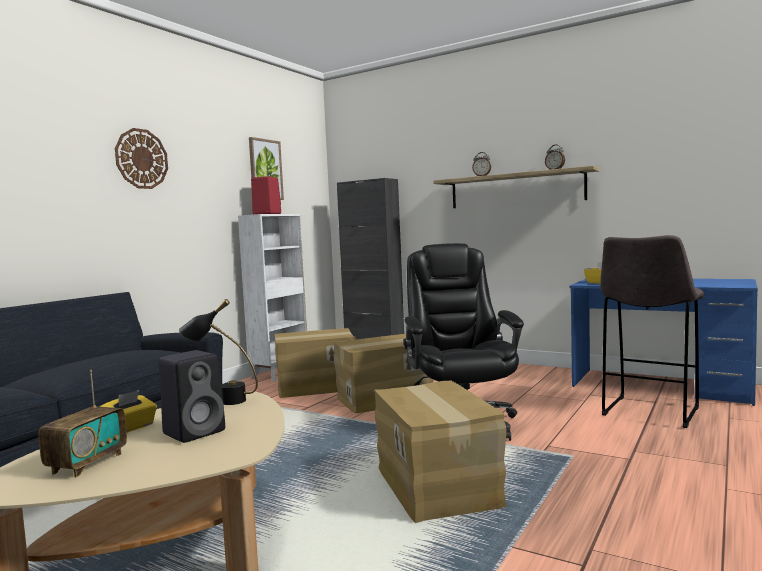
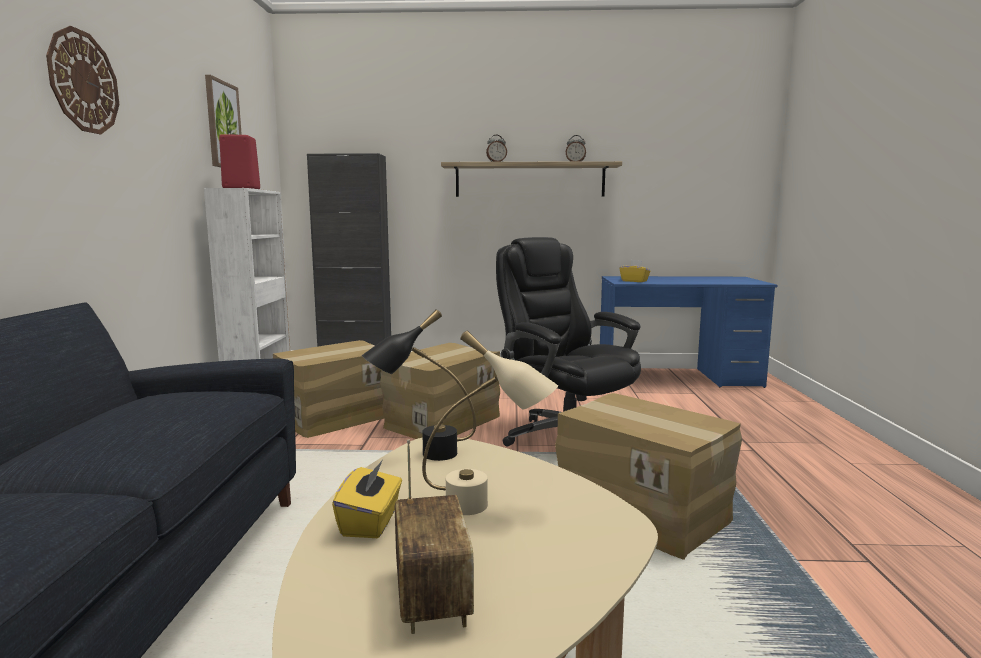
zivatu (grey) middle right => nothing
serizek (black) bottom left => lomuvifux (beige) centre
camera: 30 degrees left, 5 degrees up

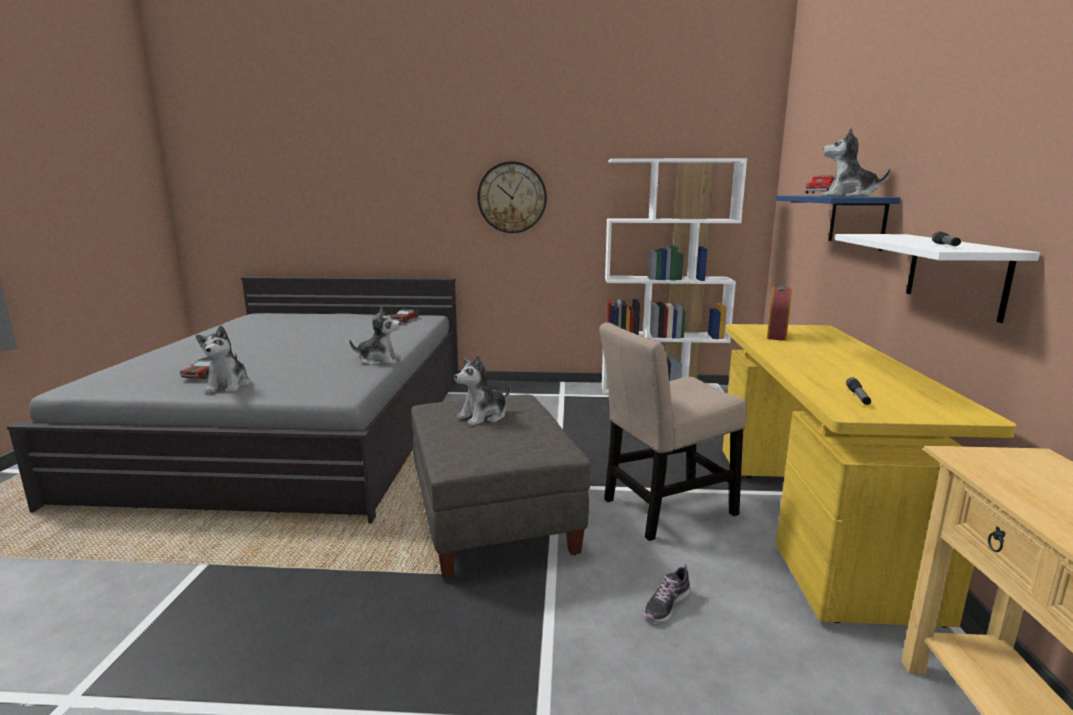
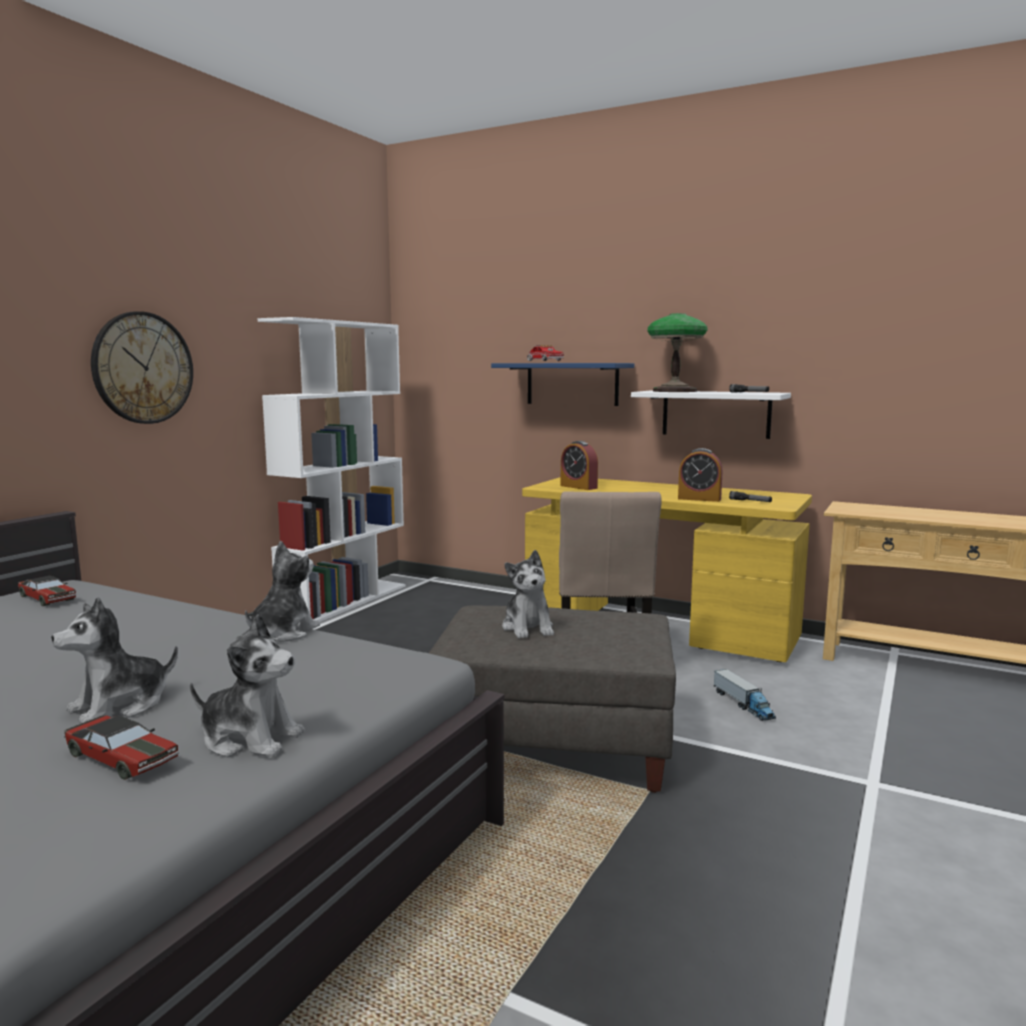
nothing => lomuvifux centre
nothing => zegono (no. 2 from left) middle right
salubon (no. 4 from left in the first image) top right => salubon (no. 1 from left) middle left, relocated
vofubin bottom centre => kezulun (no. 2 from left) bottom right
camera: 65 degrees left, 5 degrees down

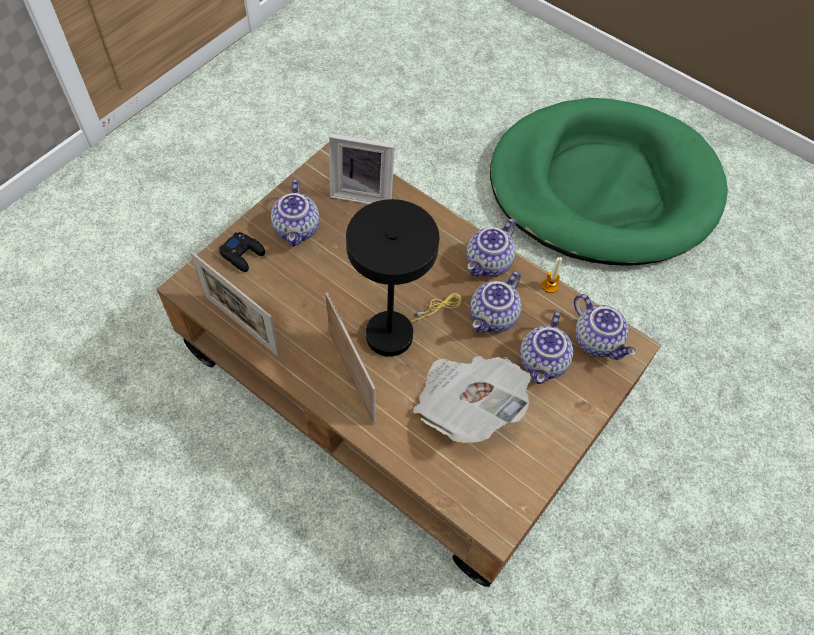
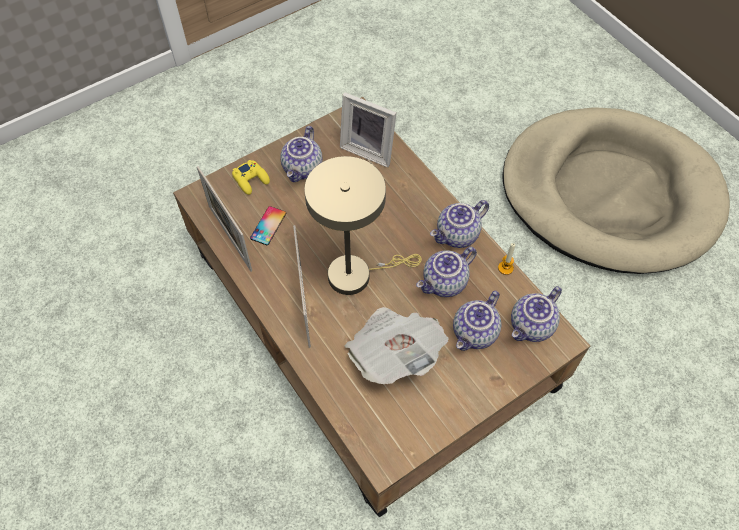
nothing => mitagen centre
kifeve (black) middle left => kifeve (yellow) centre
lomuvifux (black) centre => lomuvifux (beige) centre
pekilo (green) top right => pekilo (beige) middle right
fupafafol (no. 5 from left) middle right, 60 degrees clockwise
camera: 20 degrees right, 0 degrees up

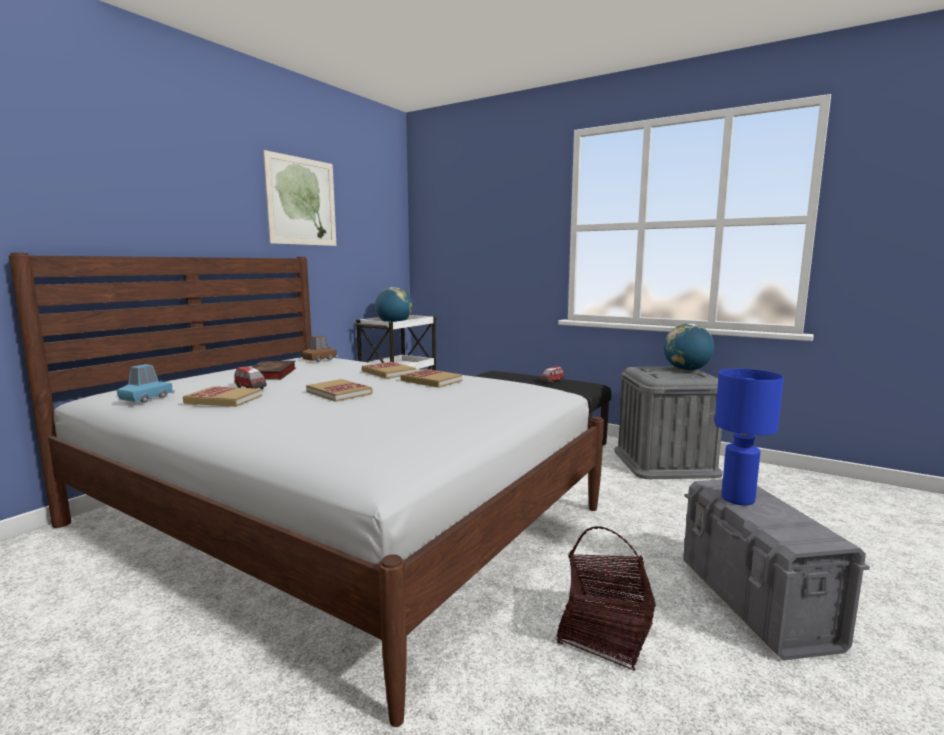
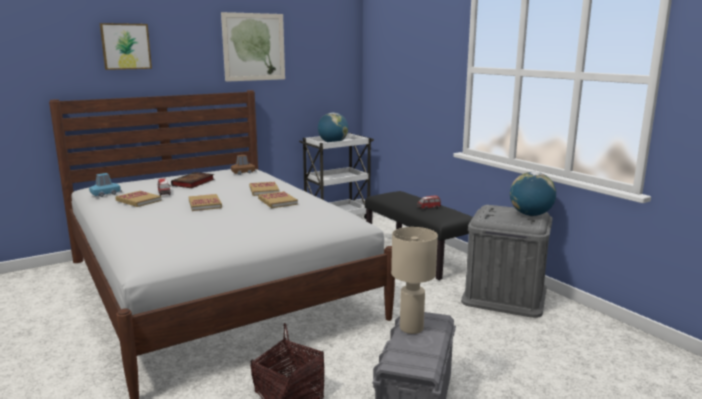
nothing => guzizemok (no. 1 from left) top left
lomuvifux (blue) middle right => lomuvifux (beige) bottom centre
camera: 25 degrees right, 5 degrees up

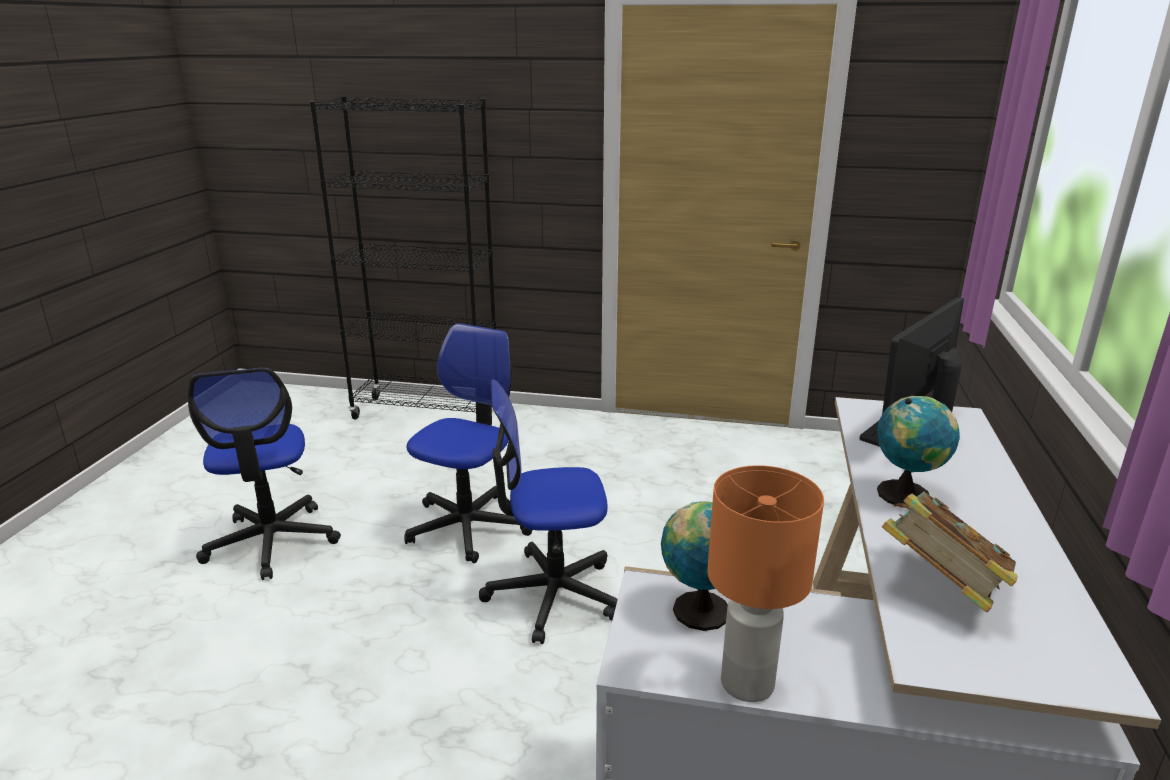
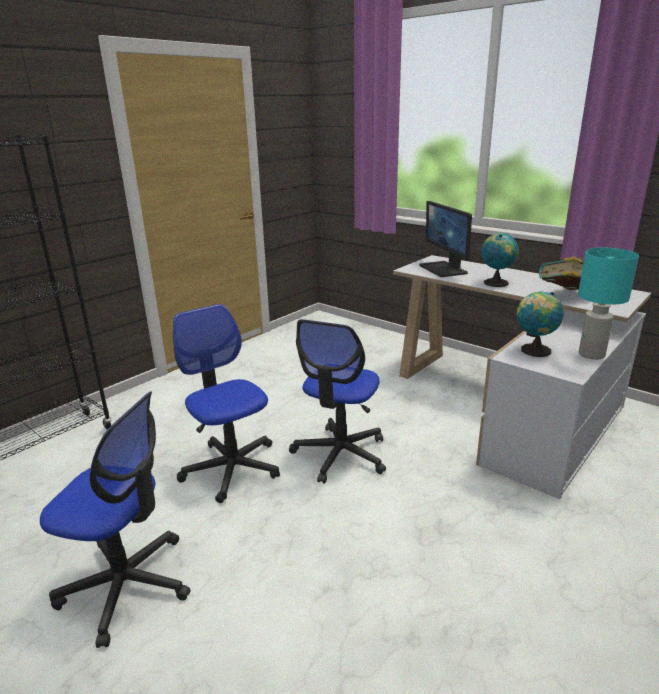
lomuvifux (orange) bottom centre => lomuvifux (turquoise) middle right
camera: 60 degrees left, 0 degrees up

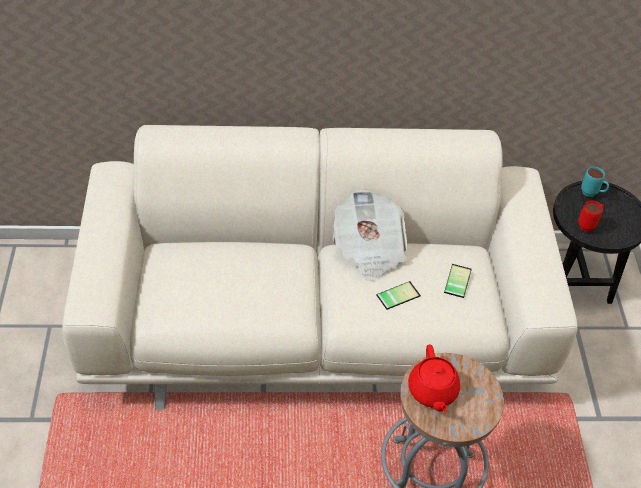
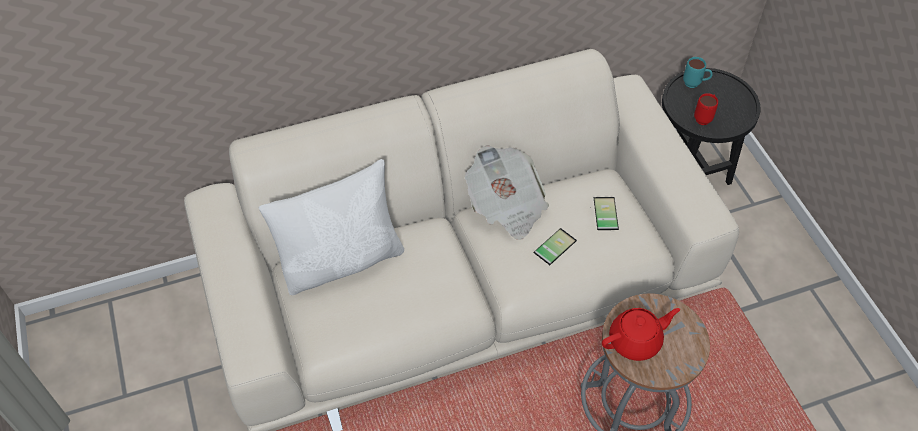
nothing => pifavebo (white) centre
fupafafol (red) bottom right, 90 degrees counterclockwise
camera: 15 degrees left, 5 degrees up

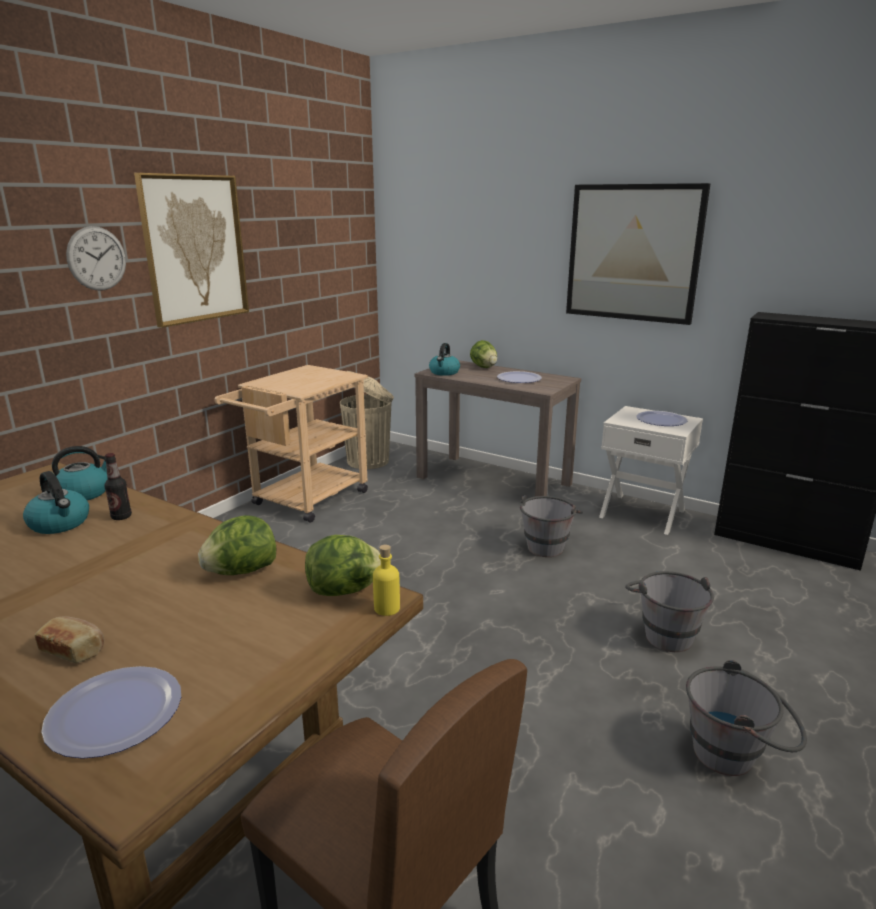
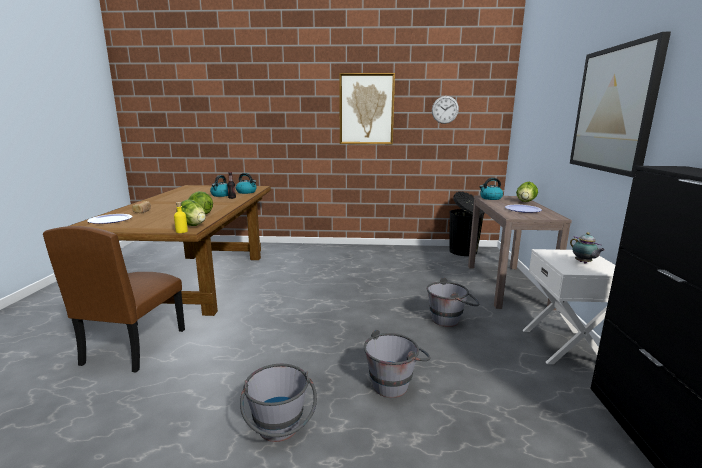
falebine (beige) middle left => nothing
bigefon top left => bigefon top centre, relocated
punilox (no. 3 from left) middle right => fupafafol middle right
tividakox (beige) centre => tividakox (black) centre
camera: 60 degrees right, 5 degrees down

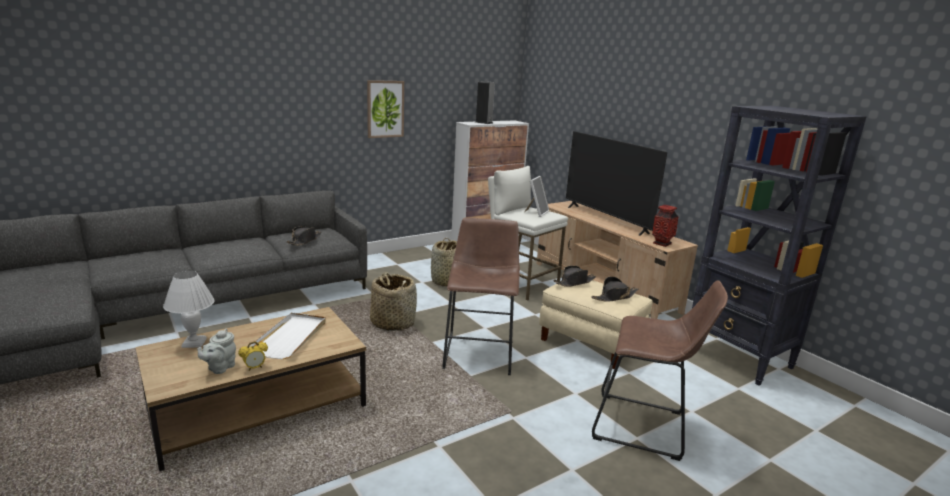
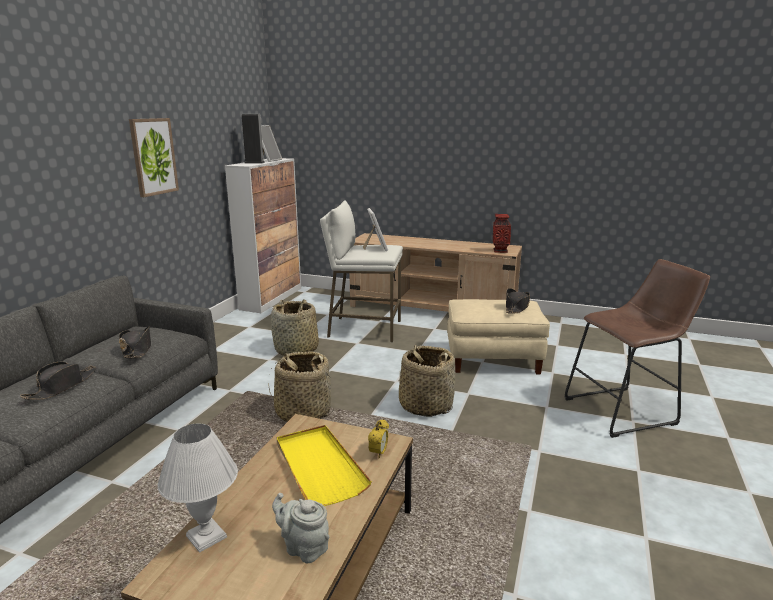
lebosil centre => nothing
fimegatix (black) middle right => nothing
nothing => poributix (no. 1 from left) top centre
zegono bottom left => zegono bottom centre, relocated
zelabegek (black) (no. 2 from left in the first image) centre => zelabegek (black) (no. 1 from left) middle left, relocated
zivatu (brown) (no. 1 from left) centre => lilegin (no. 3 from left) centre
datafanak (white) bottom left => datafanak (yellow) bottom centre
fupafafol (grey) bottom left => fupafafol (grey) bottom centre, 135 degrees clockwise
camera: 35 degrees left, 0 degrees up

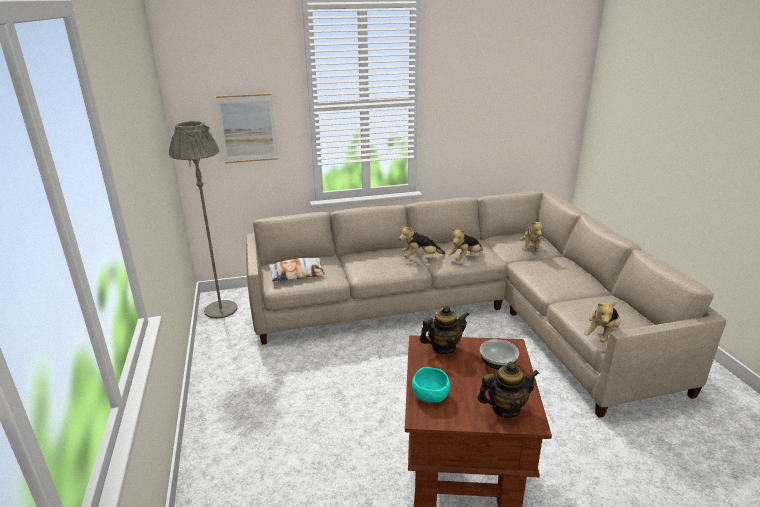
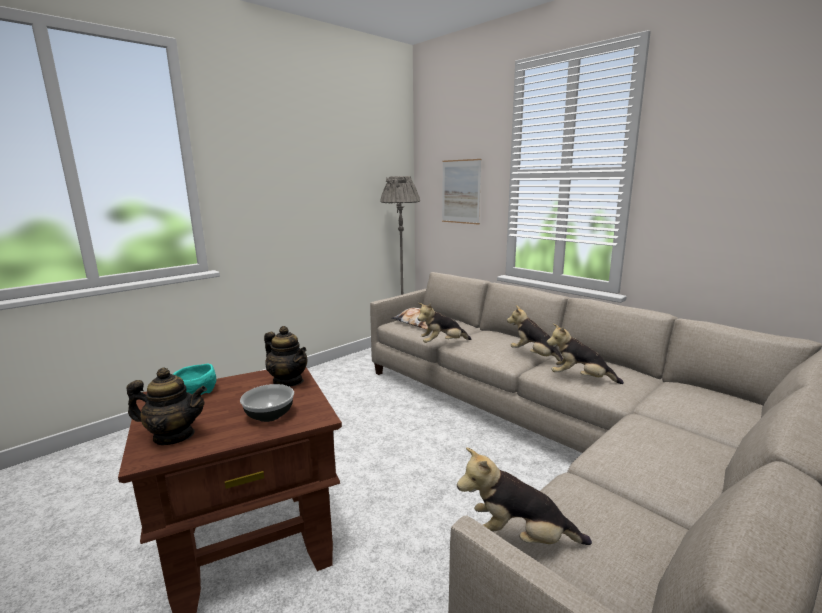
salubon (no. 3 from left in the first image) middle right => salubon (no. 1 from left) centre, relocated
fupafafol (no. 2 from left in the first image) bottom right => fupafafol (no. 1 from left) middle left, 45 degrees counterclockwise
camera: 60 degrees right, 10 degrees down

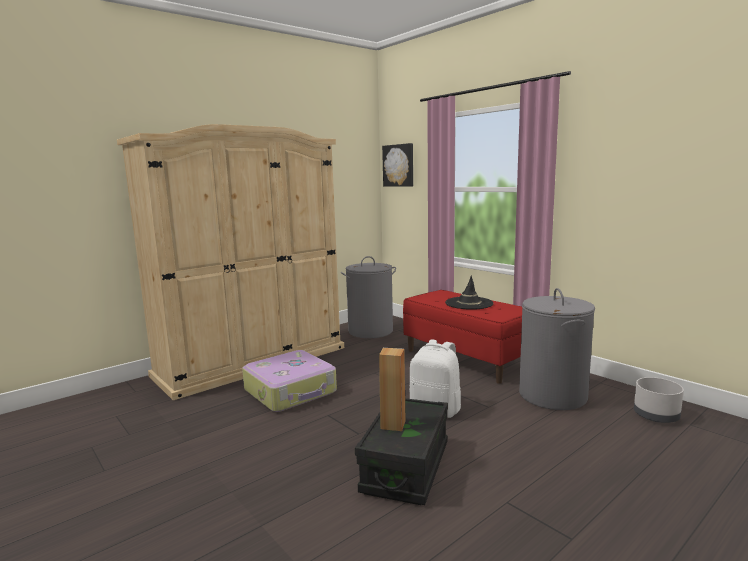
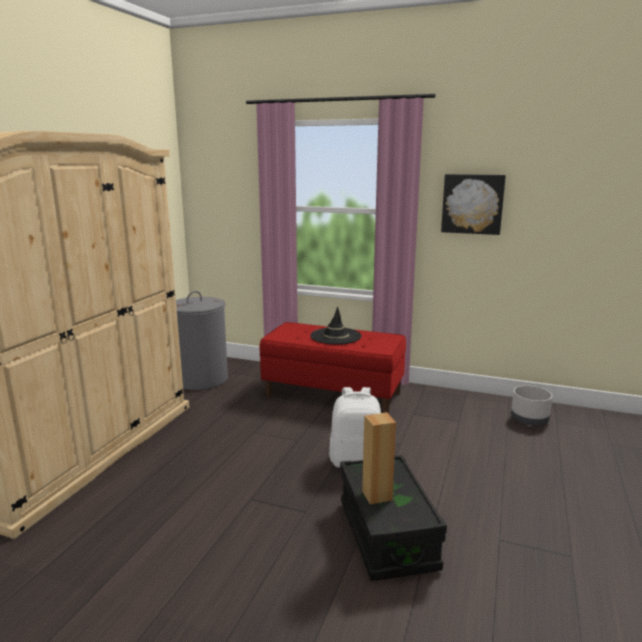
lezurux bottom centre => nothing
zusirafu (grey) (no. 2 from left) middle right => nothing
guzizemok top centre => guzizemok top right, relocated
camera: 30 degrees left, 5 degrees up

